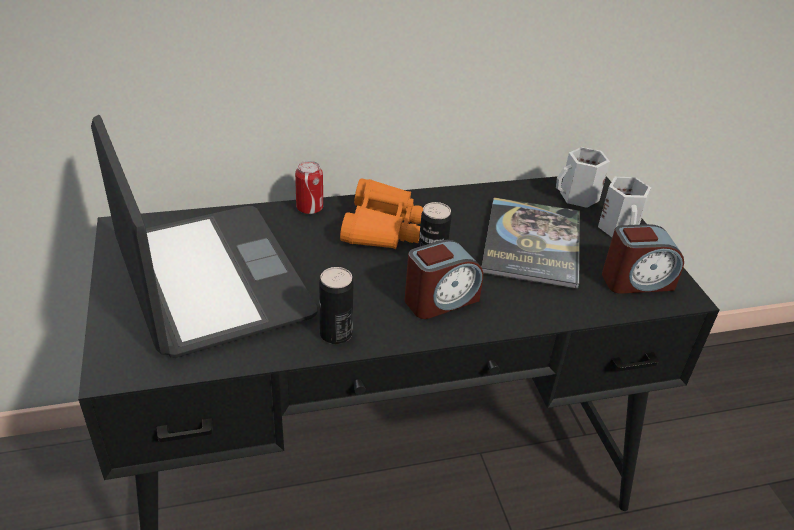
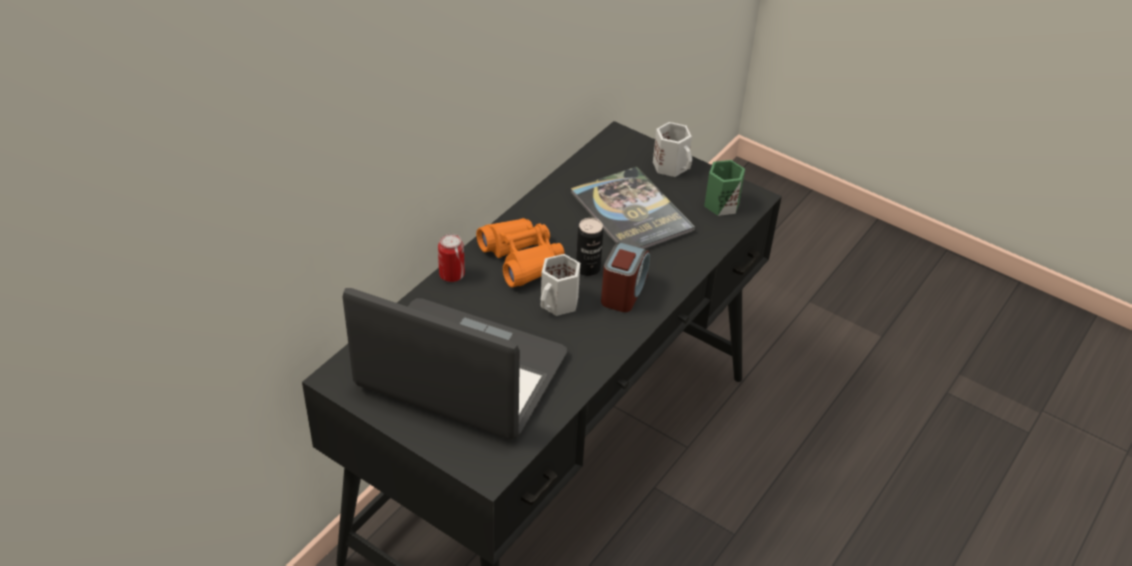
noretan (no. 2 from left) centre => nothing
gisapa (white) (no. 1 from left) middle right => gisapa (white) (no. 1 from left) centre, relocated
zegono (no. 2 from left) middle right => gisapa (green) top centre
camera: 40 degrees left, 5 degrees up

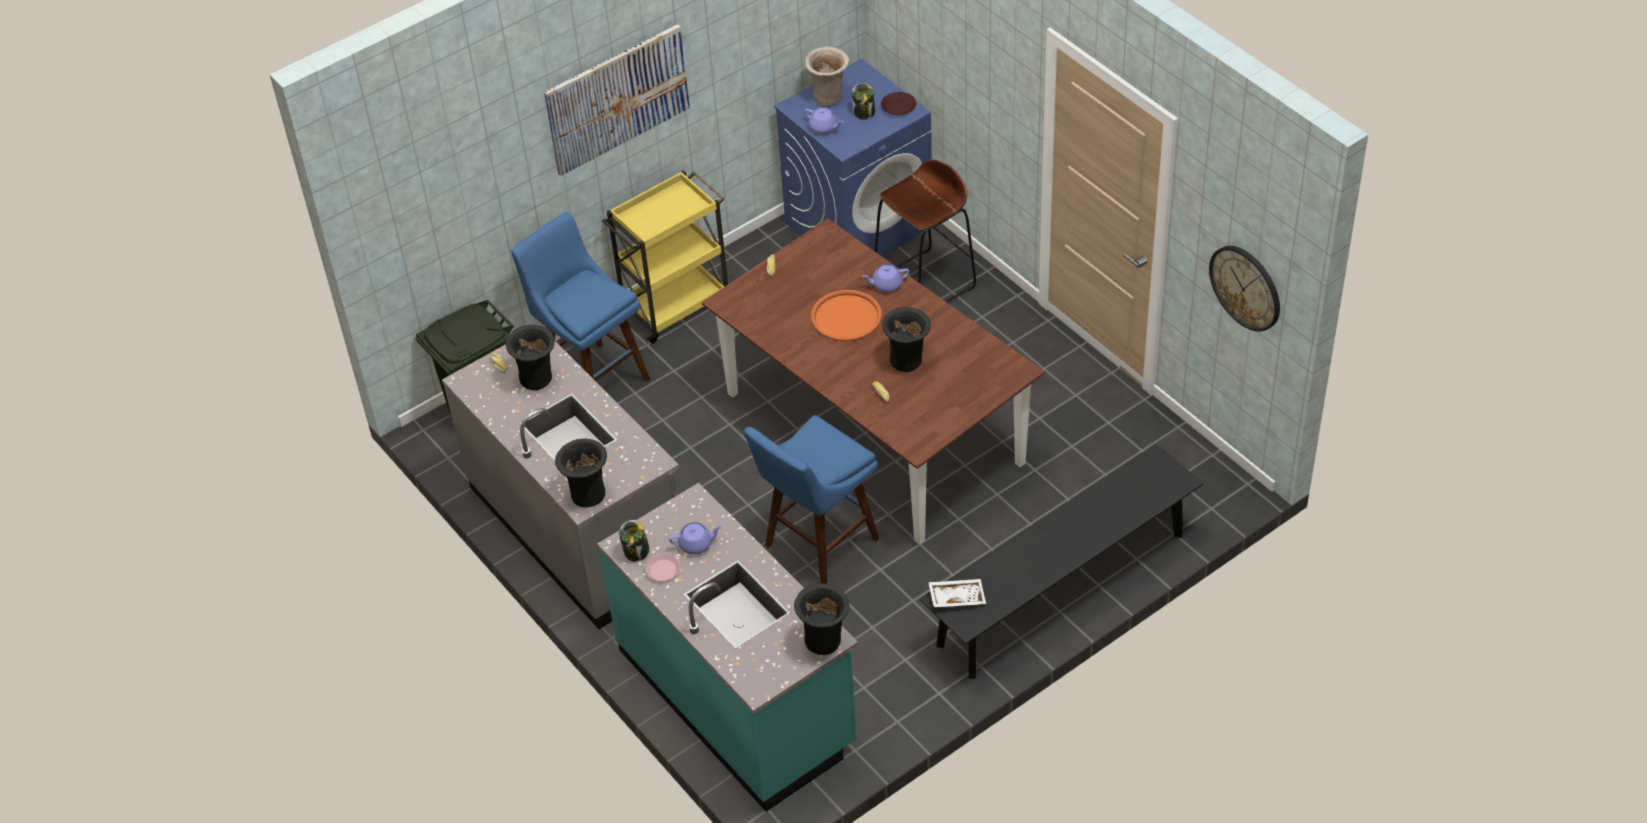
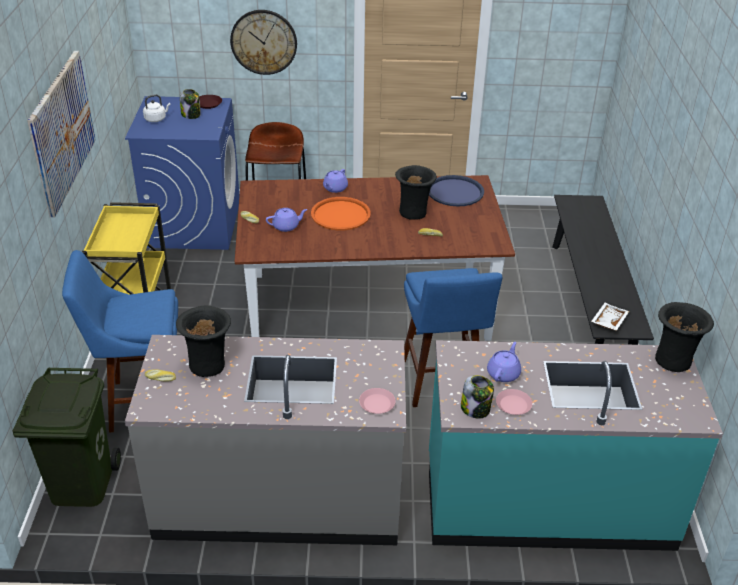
nothing => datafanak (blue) top centre
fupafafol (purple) (no. 2 from left in the first image) top centre => fupafafol (purple) (no. 1 from left) centre, relocated
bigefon middle right => bigefon top centre, relocated
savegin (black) (no. 2 from left) centre => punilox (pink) (no. 1 from left) bottom centre
savegin (beige) top centre => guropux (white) top left
camera: 55 degrees left, 10 degrees down

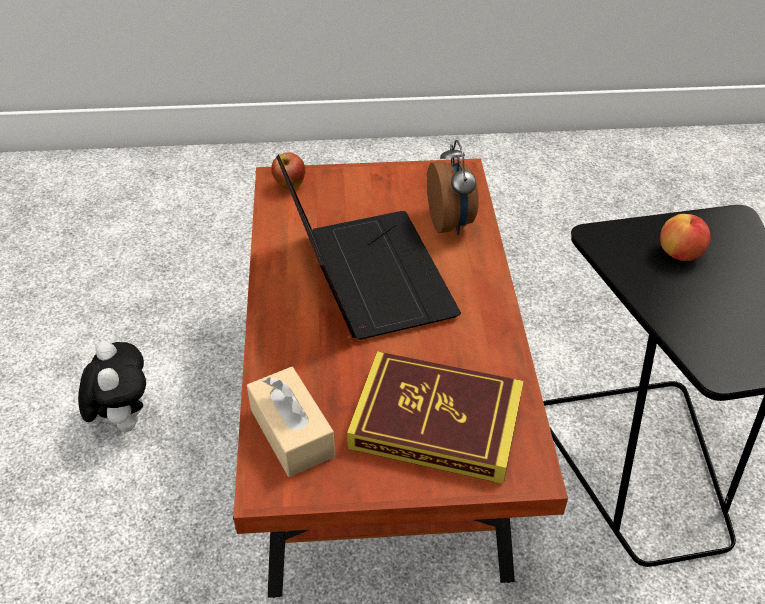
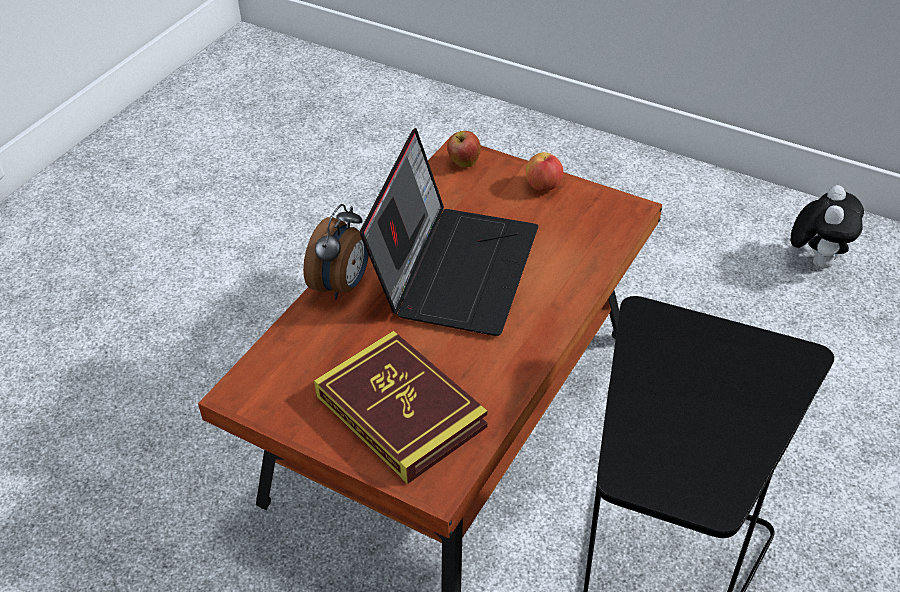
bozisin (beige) bottom centre => nothing
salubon middle left => salubon middle right, relocated
zegono top centre => zegono centre, relocated
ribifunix (no. 2 from left) middle right => ribifunix (no. 2 from left) top centre, relocated
camera: 35 degrees right, 0 degrees up

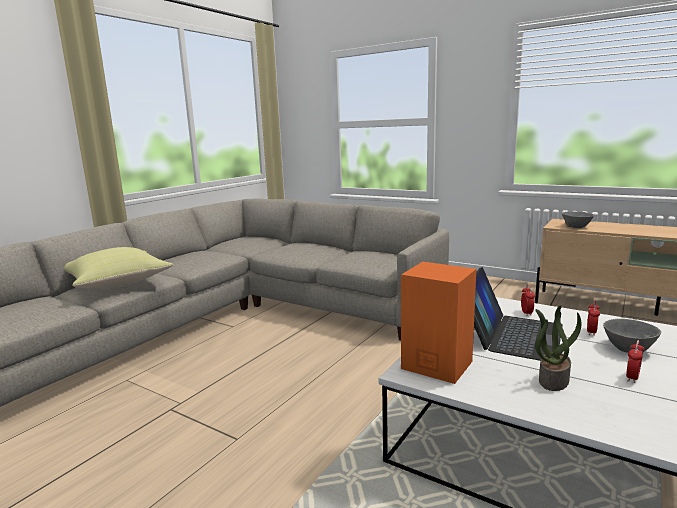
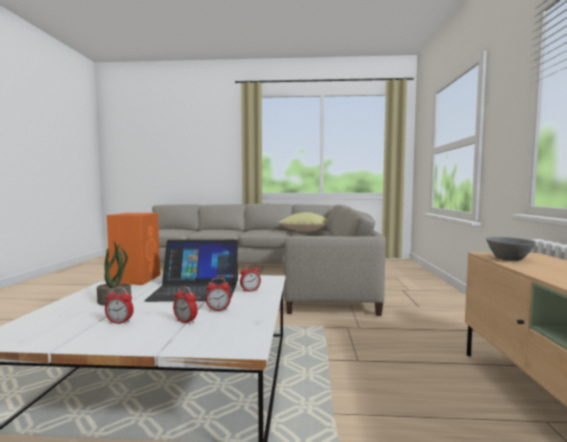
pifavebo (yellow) middle left => pifavebo (yellow) centre, relocated
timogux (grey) (no. 2 from left) middle right => zegono (no. 2 from left) bottom left
camera: 60 degrees right, 10 degrees down

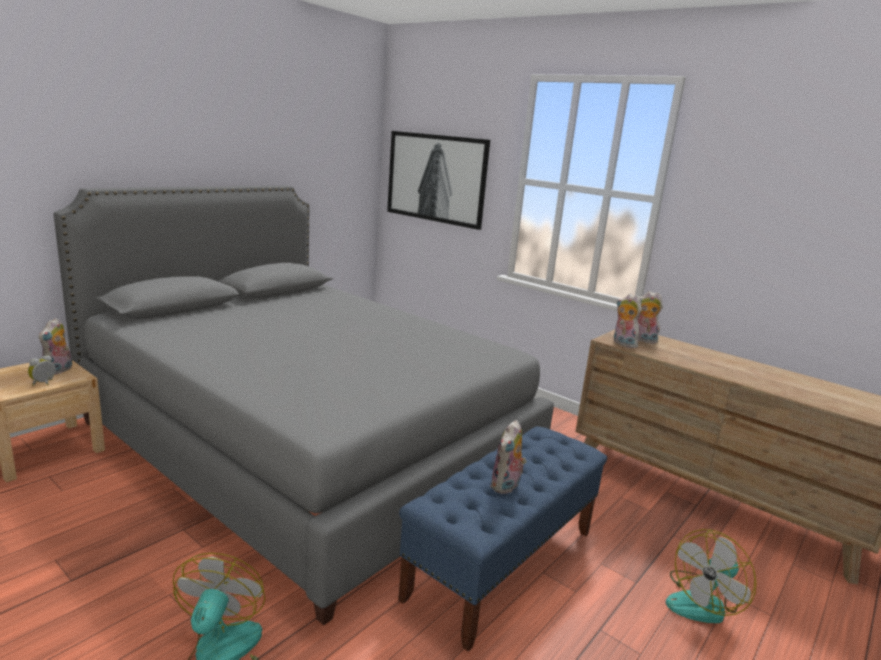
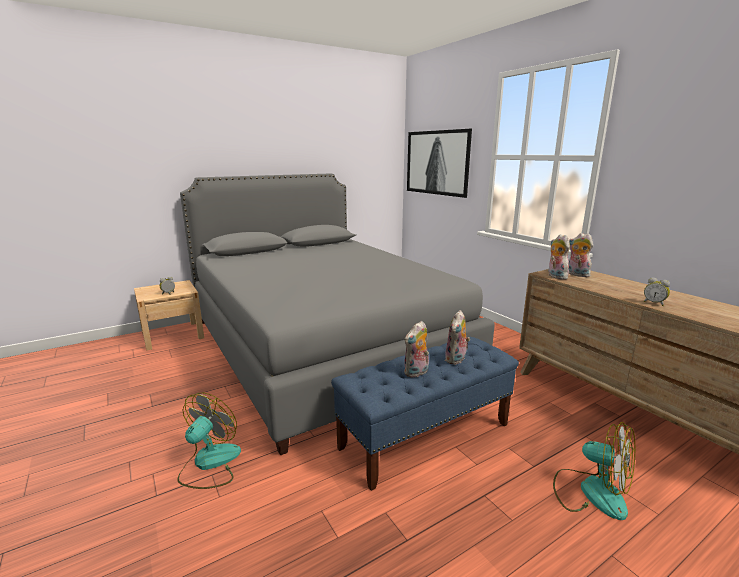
nothing => zegono (no. 2 from left) middle right
salubon (no. 1 from left in the first image) middle left => salubon (no. 2 from left) centre, relocated
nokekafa (no. 2 from left) bottom right, 120 degrees counterclockwise
camera: 20 degrees right, 0 degrees up

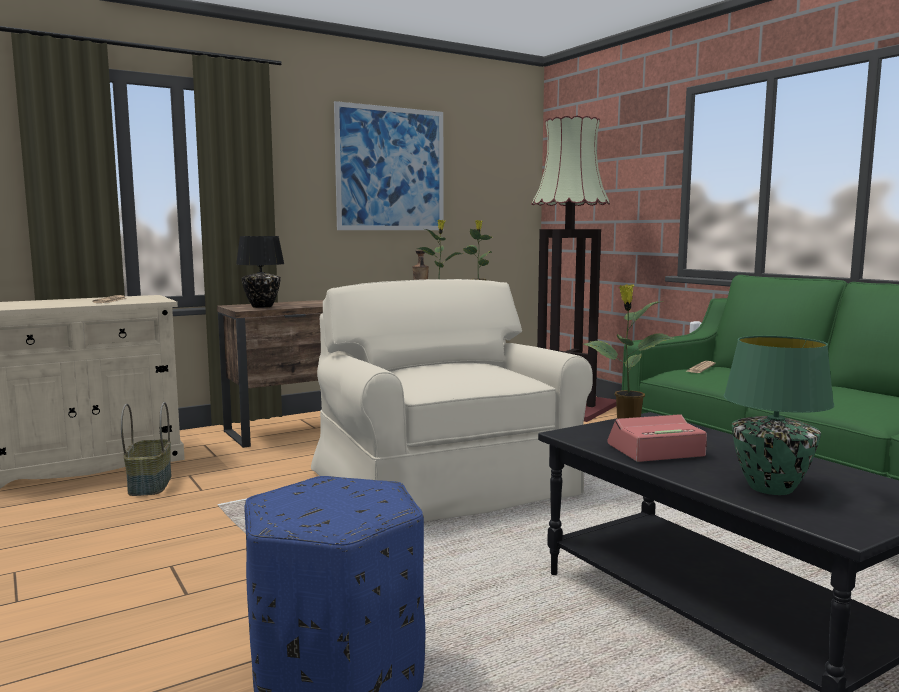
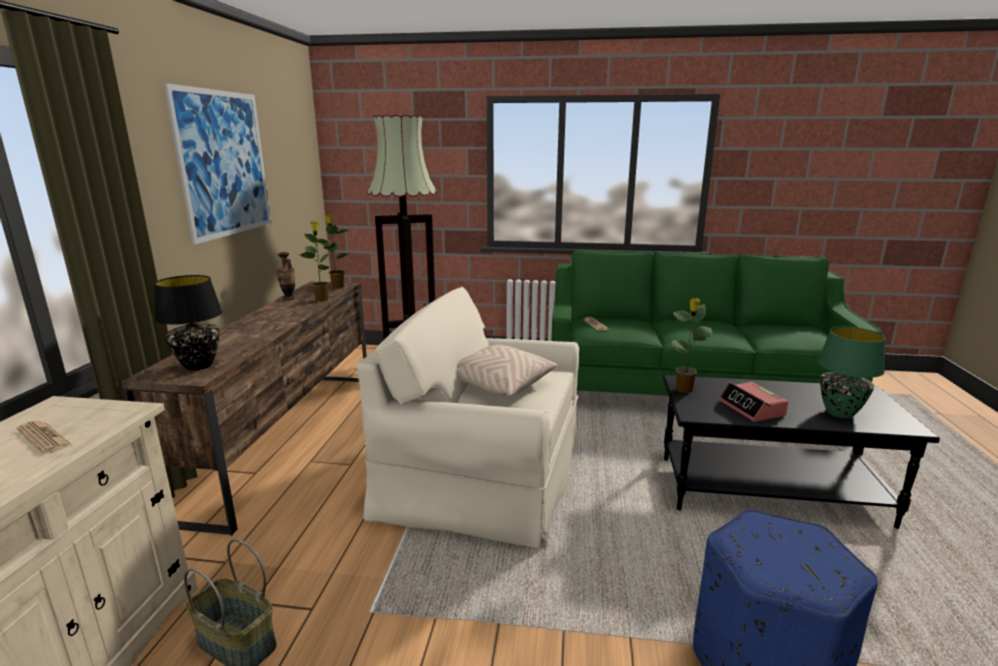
nothing => pifavebo (beige) centre
zegono middle right, 45 degrees counterclockwise
camera: 50 degrees left, 10 degrees up

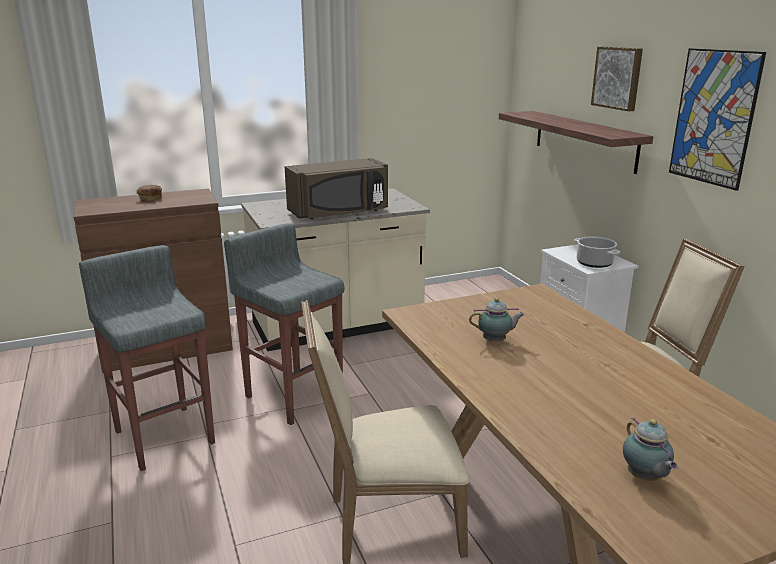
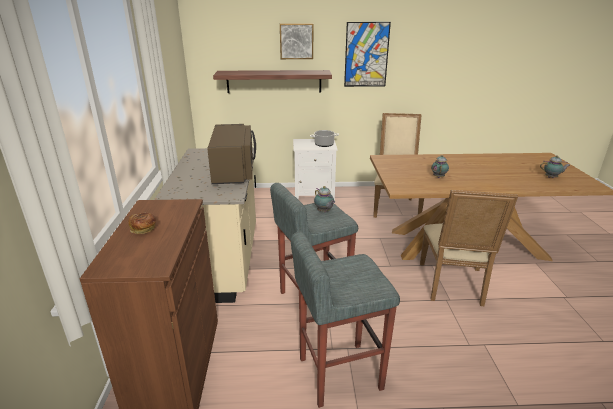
nothing => fupafafol (no. 1 from left) centre
camera: 70 degrees left, 5 degrees up

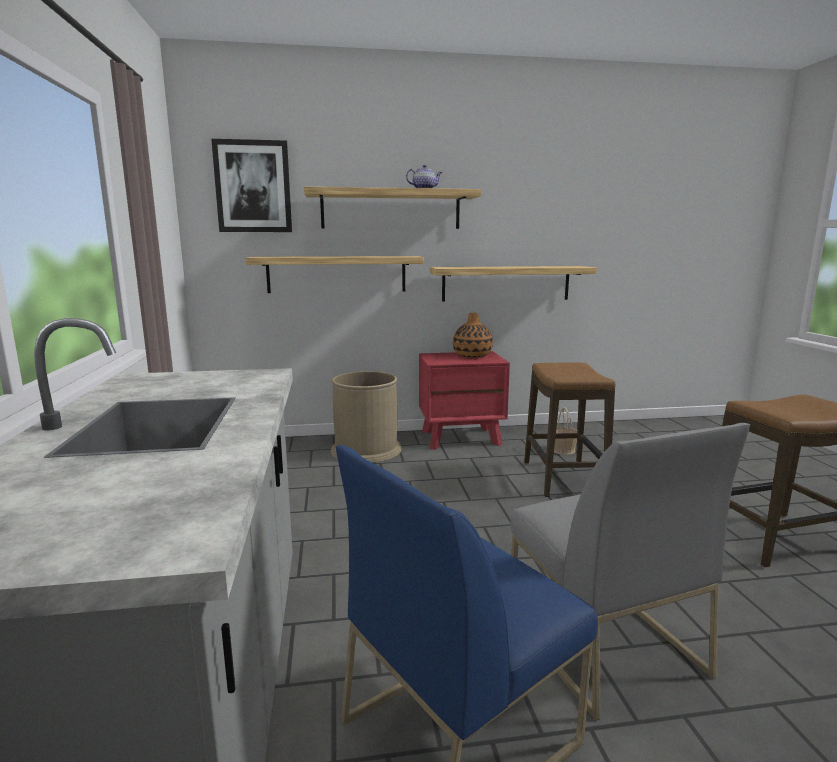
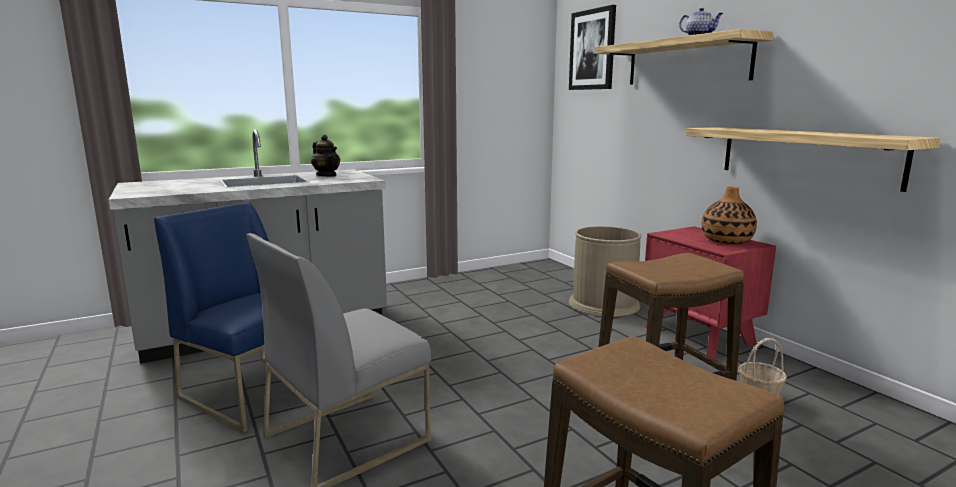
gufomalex (no. 1 from left) centre => nothing
nothing => fupafafol (no. 1 from left) top centre
camera: 70 degrees right, 0 degrees up

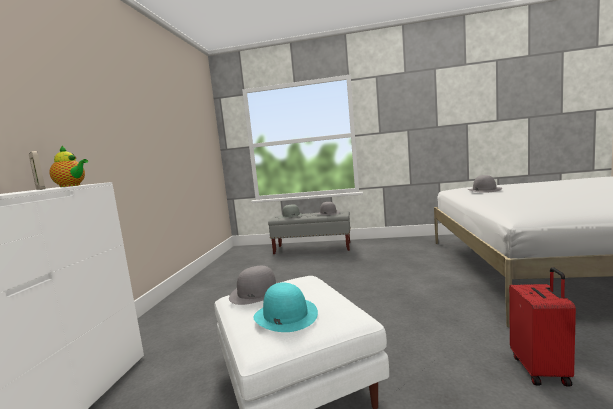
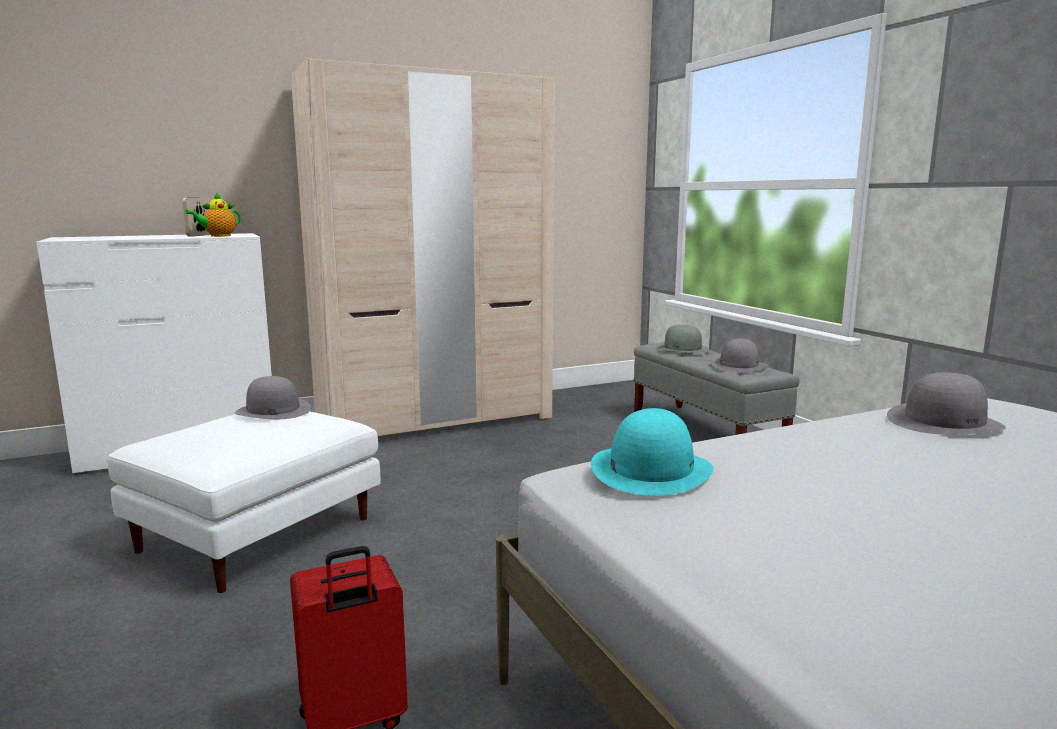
nothing => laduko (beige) centre
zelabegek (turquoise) bottom centre => zelabegek (turquoise) centre, relocated
fupafafol middle left => fupafafol top left, 60 degrees clockwise
camera: 55 degrees right, 5 degrees up

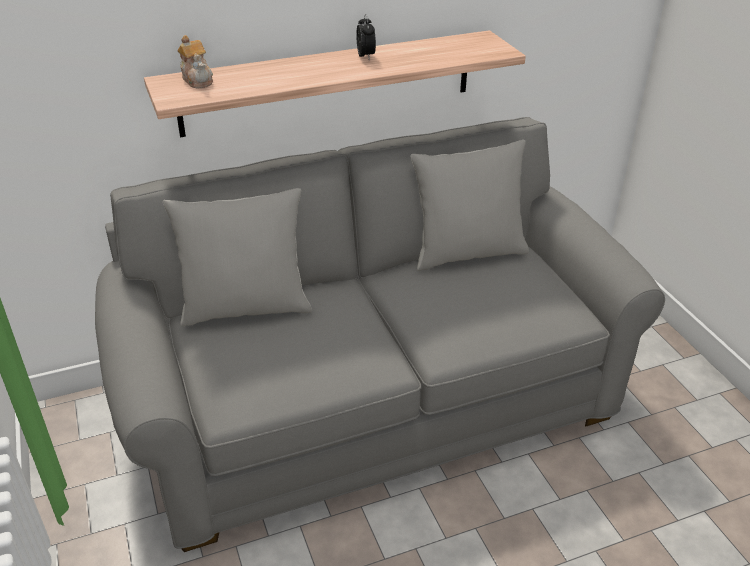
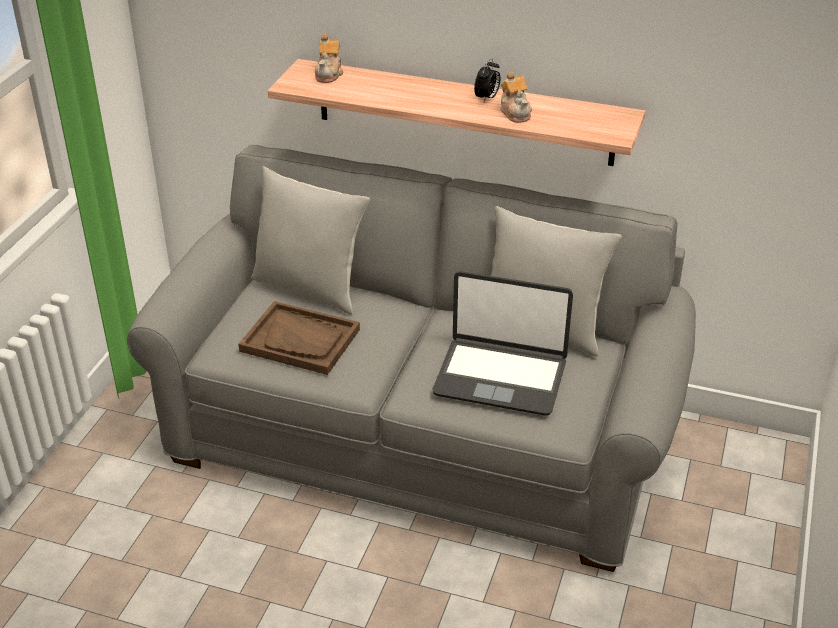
nothing => datafanak (brown) centre
nothing => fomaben centre
nothing => fupafafol (no. 2 from left) top centre
camera: 40 degrees right, 0 degrees up

